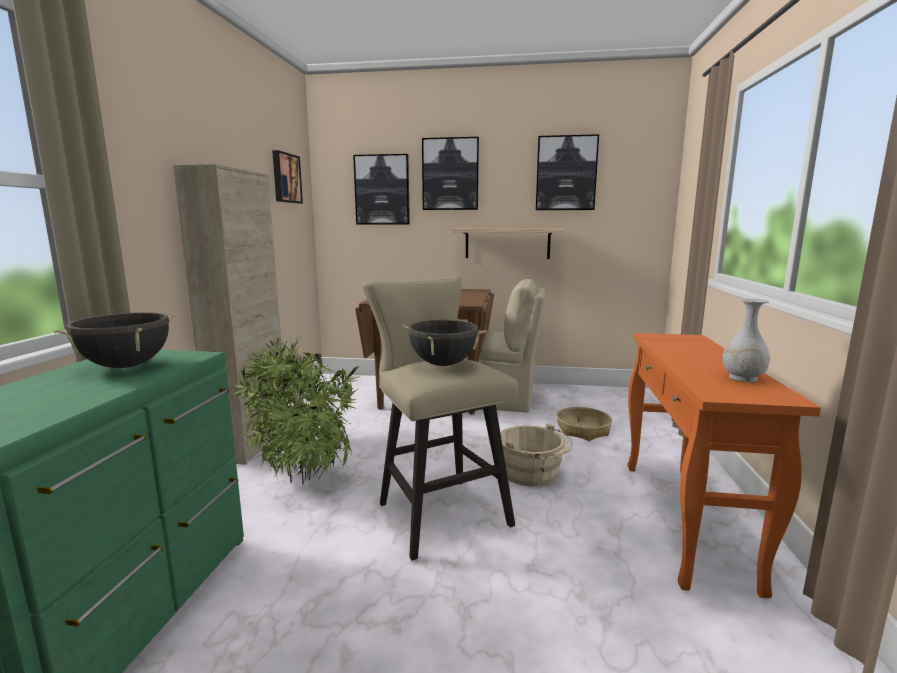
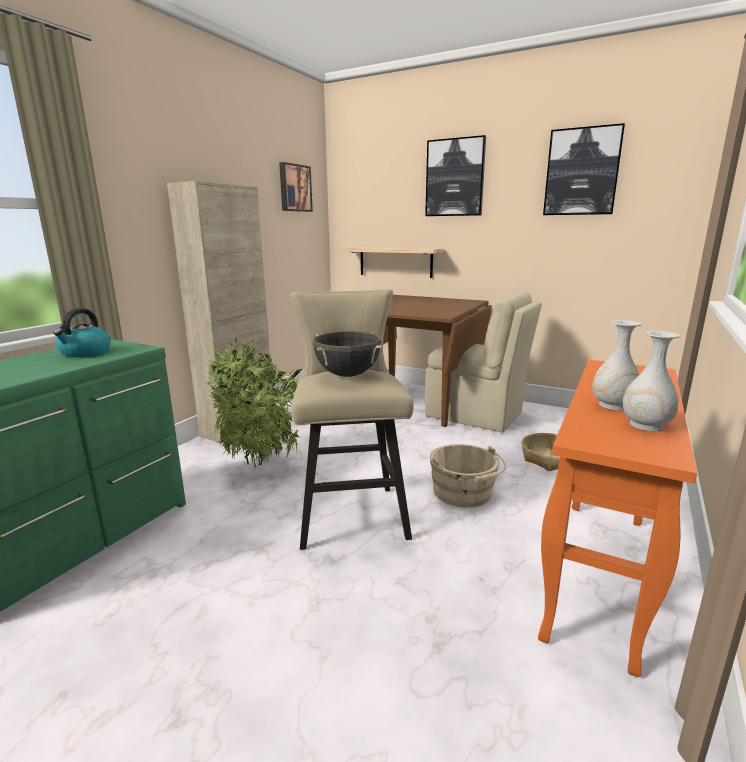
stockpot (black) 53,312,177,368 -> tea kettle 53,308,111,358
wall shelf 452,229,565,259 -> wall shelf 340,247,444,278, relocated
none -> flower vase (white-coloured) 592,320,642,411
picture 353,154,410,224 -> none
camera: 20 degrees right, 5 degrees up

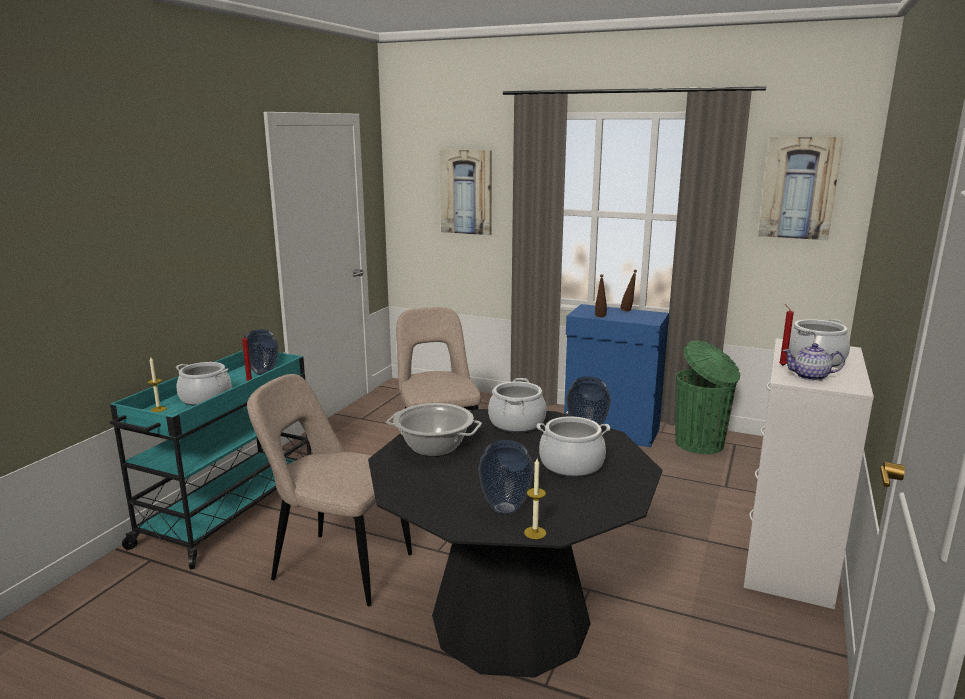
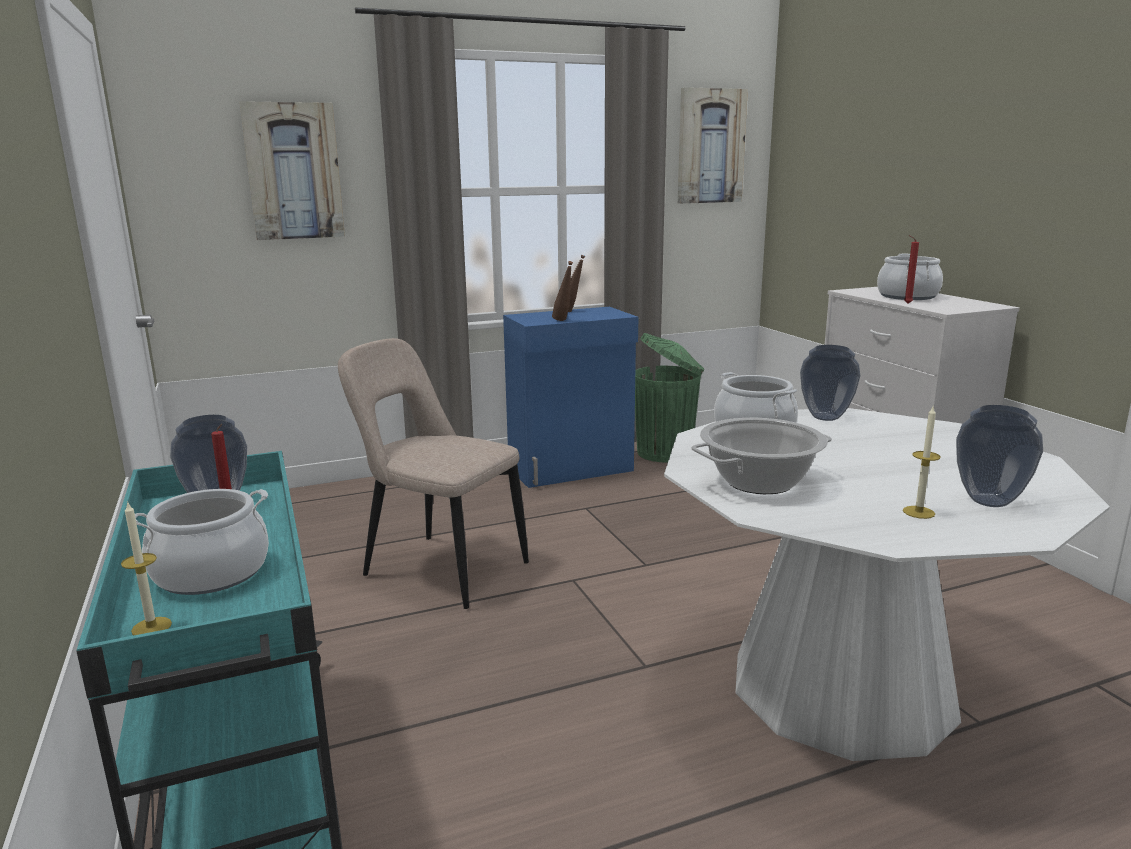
dinner table (black) 368,409,662,678 -> dinner table (white-coloured) 664,408,1110,761
wax light 524,459,546,539 -> wax light 903,407,941,519, relocated
upright chair (sand-coloured) 247,374,412,606 -> none
stockpot 537,416,610,477 -> none
tea pot 782,343,845,381 -> none
camera: 45 degrees left, 0 degrees up

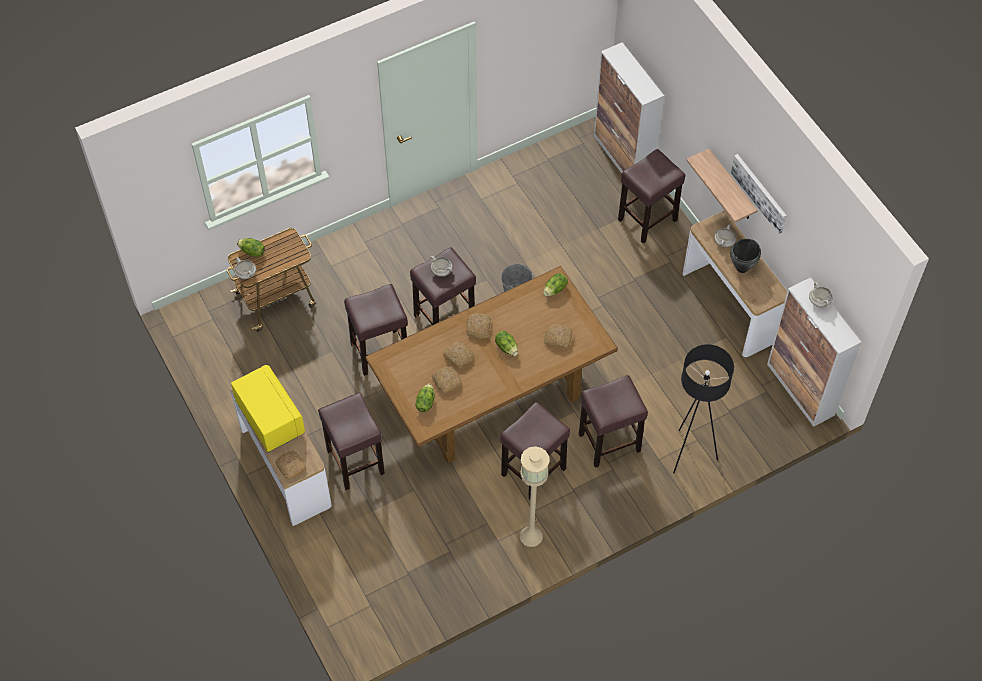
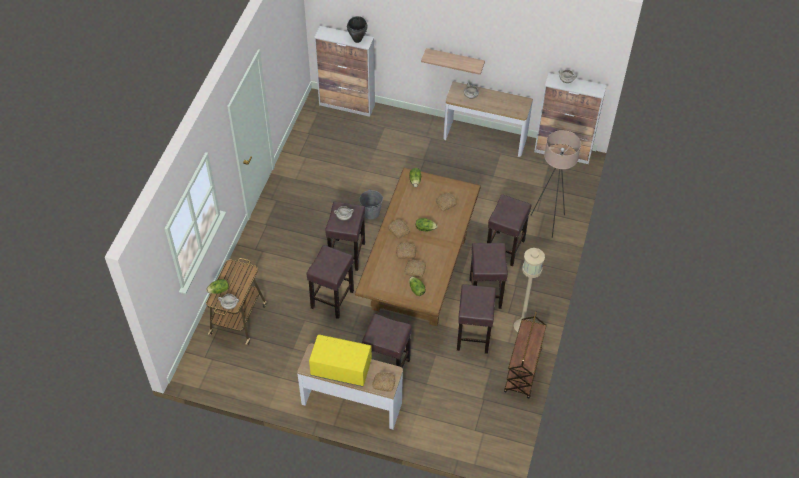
stockpot (black) 730,239,761,273 -> stockpot (black) 347,16,367,43, relocated
sitting stool (brownish) 618,149,685,244 -> sitting stool (brownish) 457,284,496,354, relocated
none -> cart (brownish) 504,311,547,398
floor lamp (black) 673,344,734,473 -> floor lamp (sand-coloured) 530,130,581,238
picture 731,154,787,234 -> none
camera: 45 degrees left, 5 degrees down

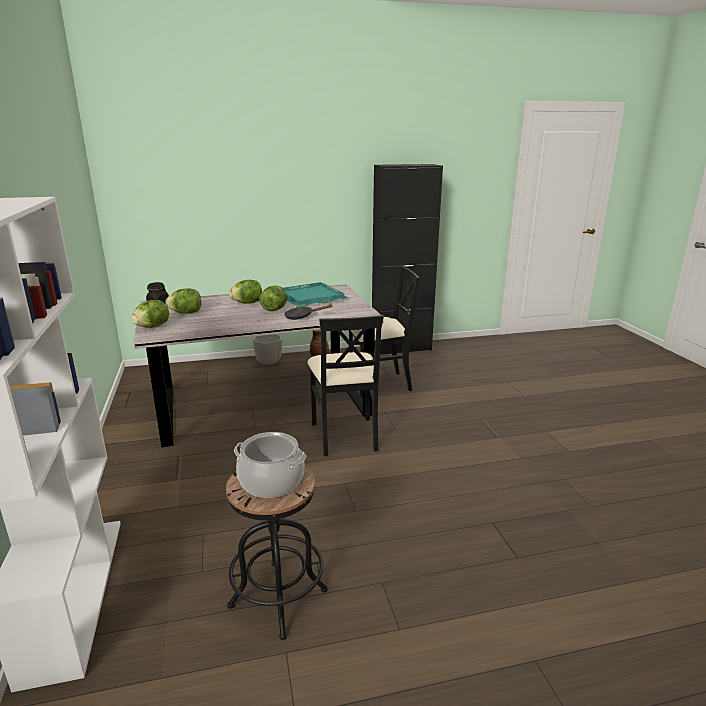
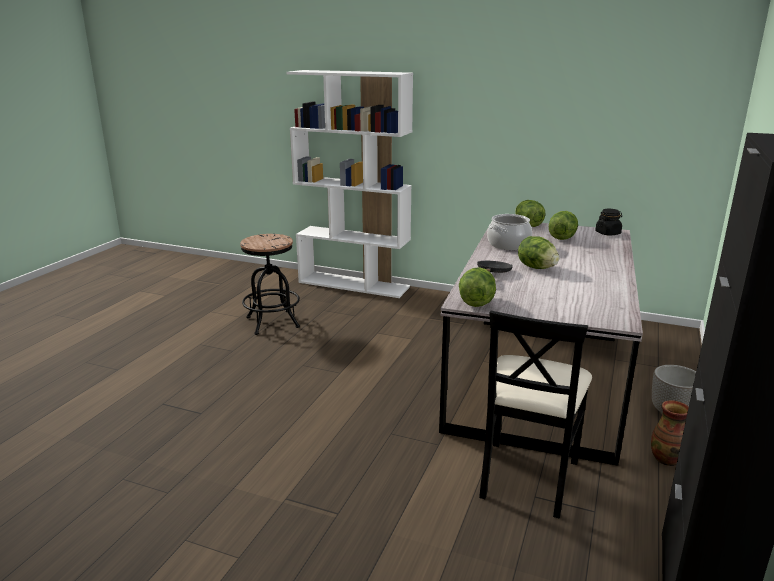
head of lettuce 229,280,262,304 -> head of lettuce 459,267,496,307, relocated
stockpot 234,432,306,498 -> stockpot 487,214,532,250, relocated
serving tray (turquoise) 283,282,349,307 -> none
upright chair (black) 308,315,384,456 -> none
camera: 125 degrees right, 0 degrees up

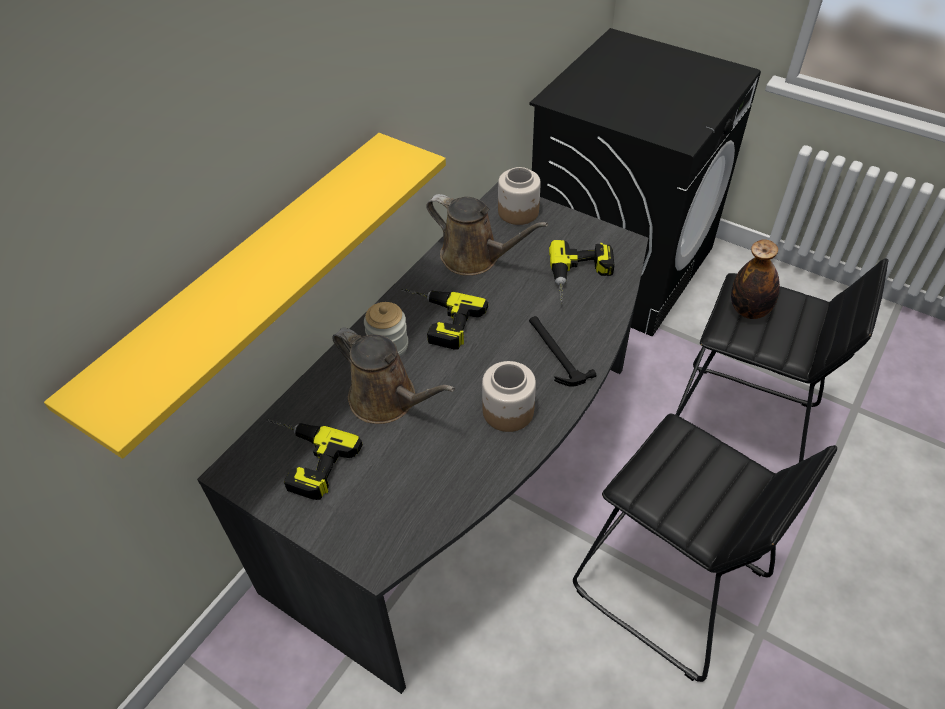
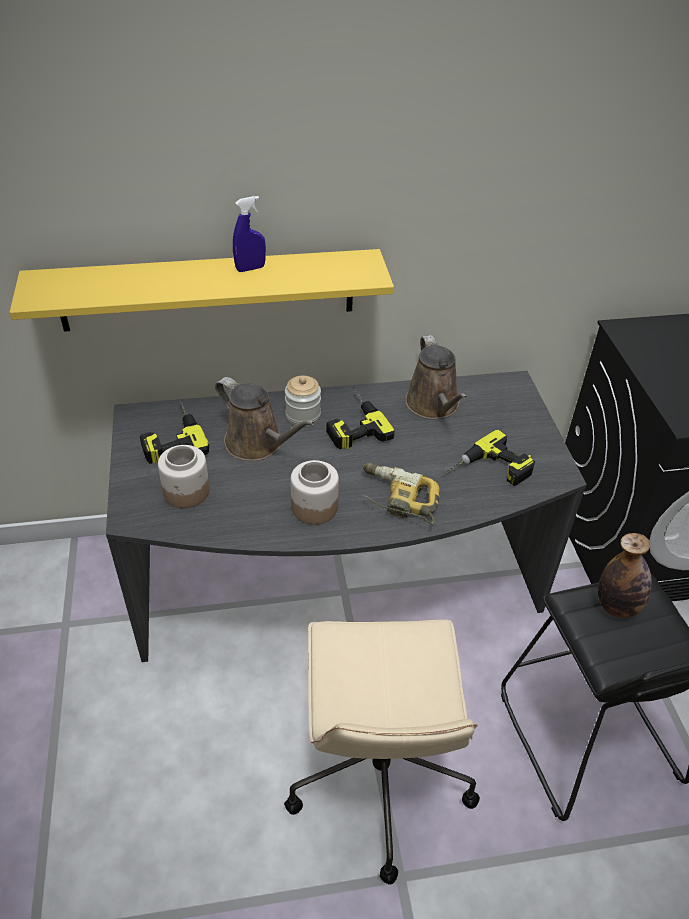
jar 498,167,541,225 -> jar 158,445,210,508, relocated
sprinkling can (brownish) 332,327,455,424 -> sprinkling can (brownish) 215,377,315,461, 45 degrees counterclockwise
none -> spray bottle (blue) 233,196,266,272
sitting stool (black) 573,413,837,682 -> desk chair (sand-coloured) 284,620,480,885
tool hammer 529,316,596,387 -> electric drill 363,463,440,525
camera: 45 degrees right, 5 degrees down

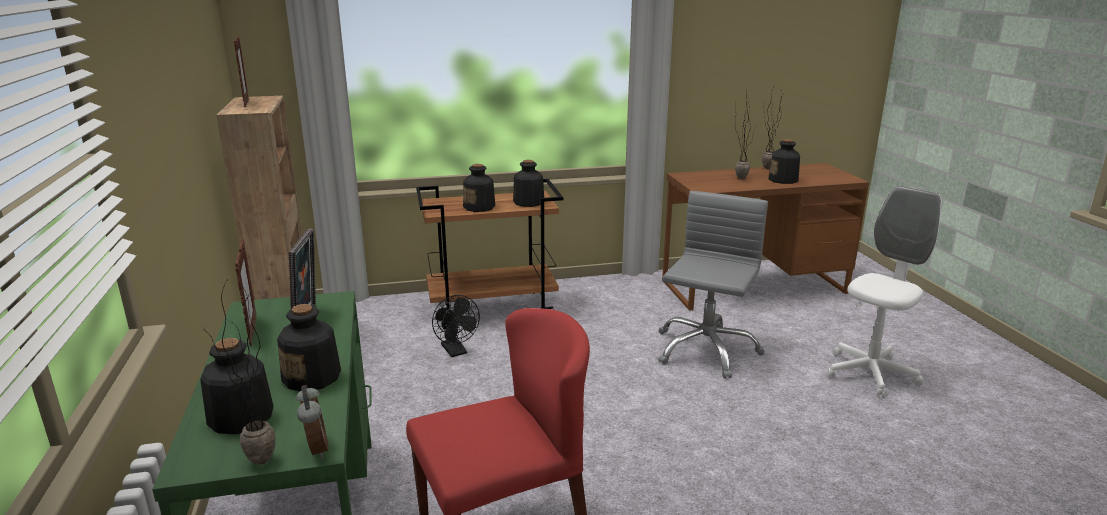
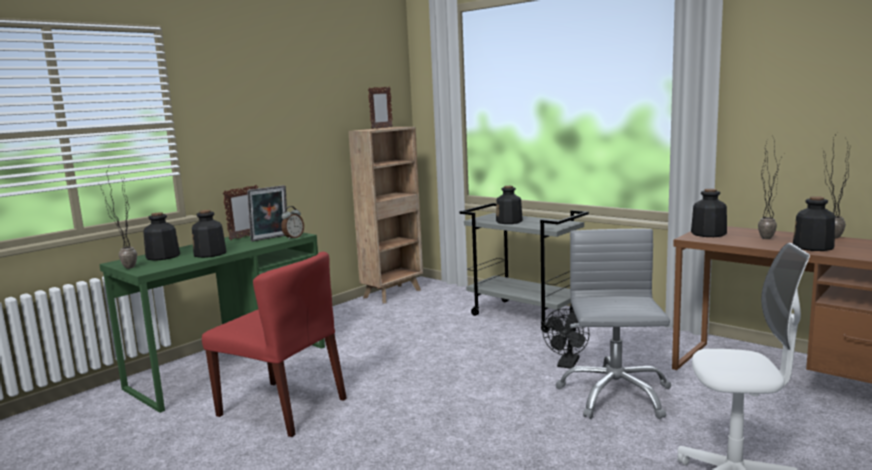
alarm clock 296,385,328,459 -> alarm clock 281,206,304,240, relocated
cart (brownish) 416,179,563,329 -> cart (grey) 459,203,589,333
cooling fan (black) 432,295,480,357 -> cooling fan (black) 542,309,590,369, relocated
desk chair (grey) 659,191,768,379 -> desk chair (grey) 556,229,671,419, 75 degrees counterclockwise
bottle 513,160,544,207 -> bottle 691,189,727,237, relocated
camera: 55 degrees right, 10 degrees down

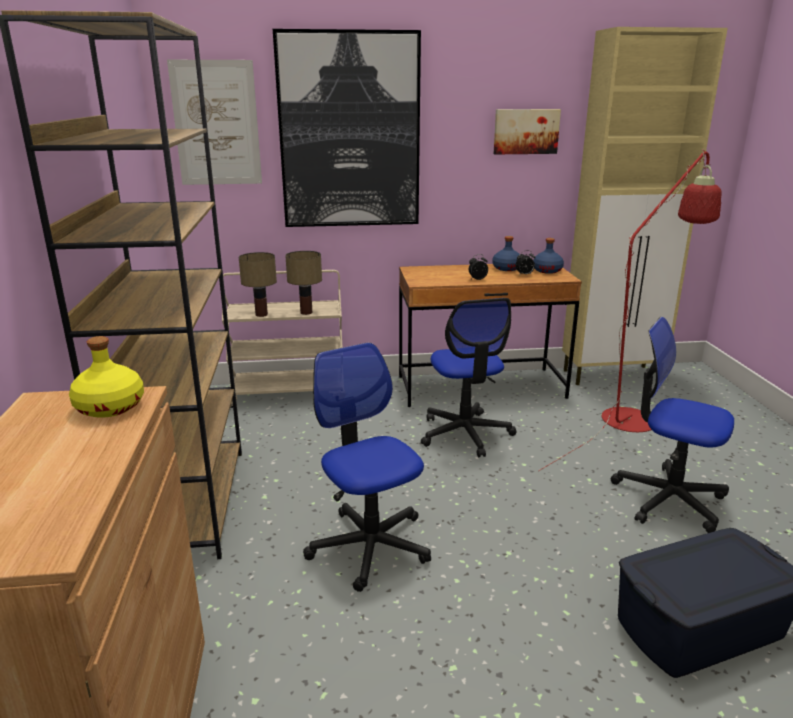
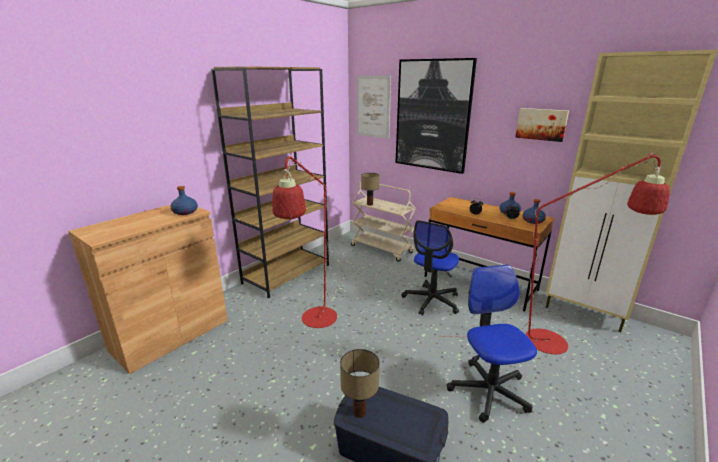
bottle (yellow) 69,336,144,418 -> bottle (blue) 170,186,198,215
desk chair 303,342,431,592 -> floor lamp (reddish) 272,155,348,328
tabletop lamp 285,251,322,315 -> tabletop lamp 340,349,380,418, relocated
camera: 45 degrees right, 0 degrees up

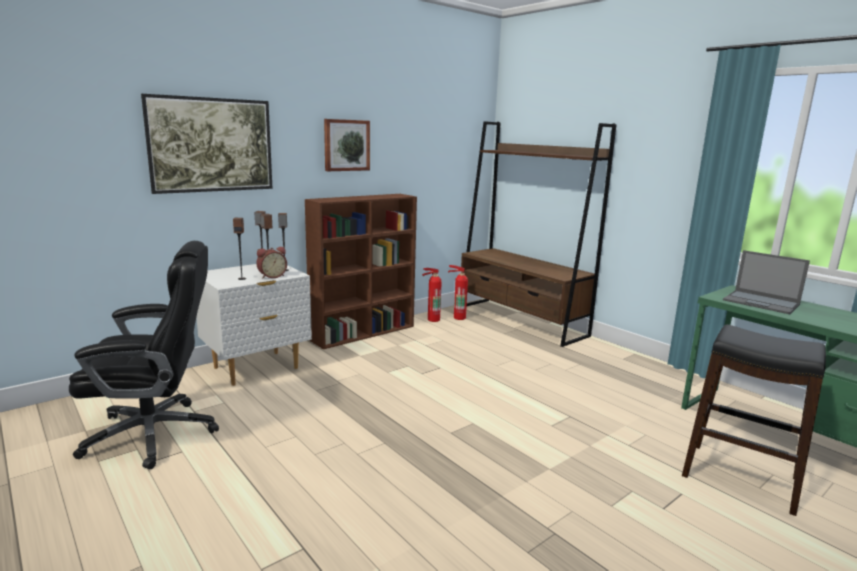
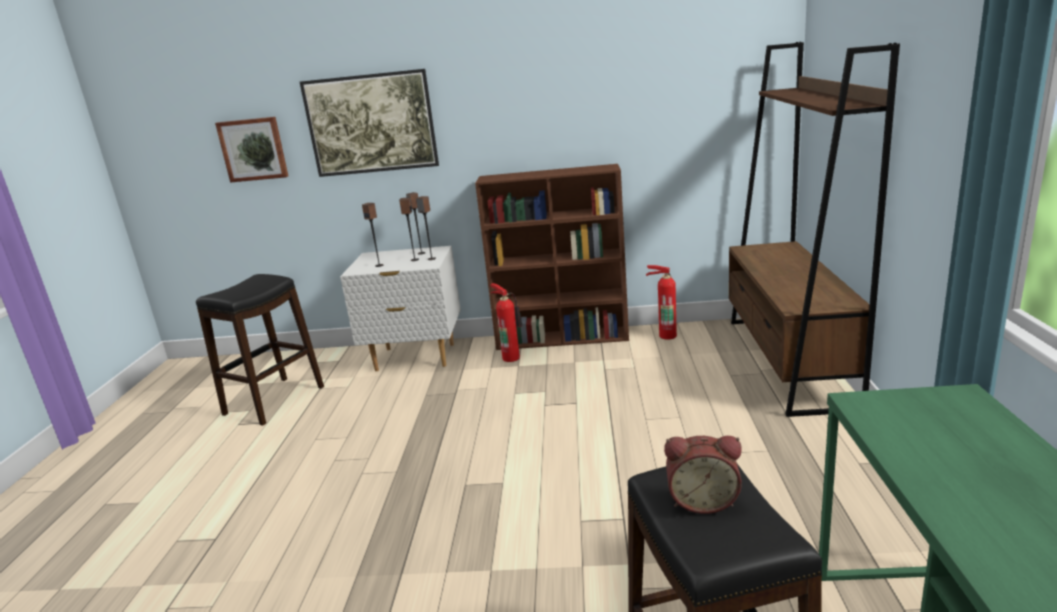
desk chair (black) 69,241,219,469 -> sitting stool (black) 196,274,324,426
picture 324,119,370,171 -> picture 215,117,288,183, relocated
fire-fighting cylinder 448,265,468,320 -> fire-fighting cylinder 490,283,523,362, relocated
alarm clock 256,247,287,279 -> alarm clock 664,436,742,514, relocated
laptop 723,250,810,314 -> none
camera: 45 degrees right, 5 degrees up

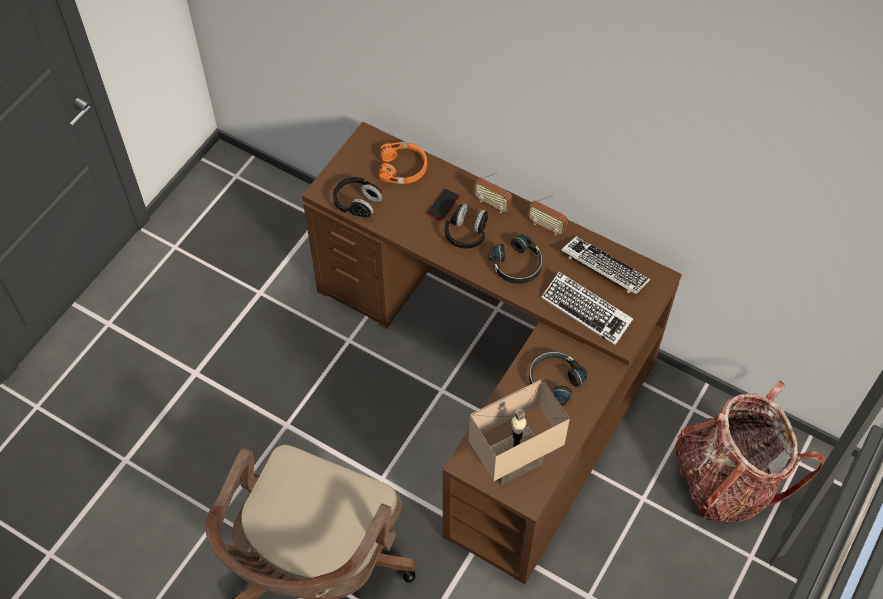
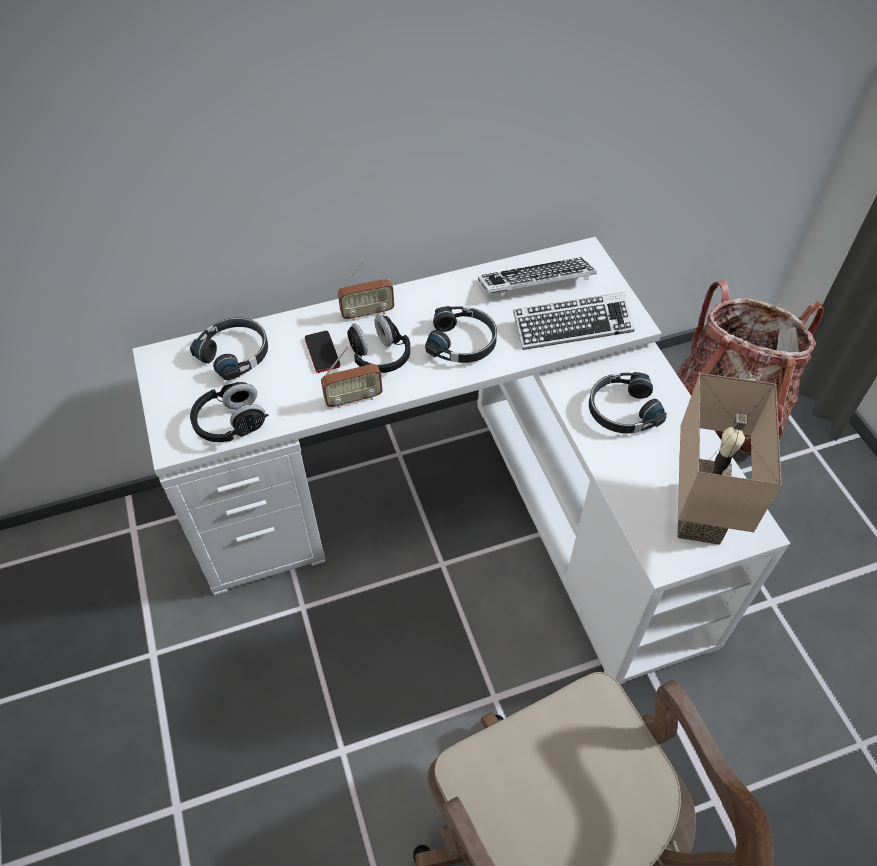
desk (brownish) 302,122,682,584 -> desk (white-coloured) 132,237,790,684
headphones (orange-coloured) 379,142,427,184 -> headphones (black) 190,317,268,380
radio receiver 528,195,568,235 -> radio receiver 321,347,383,408, relocated
camera: 50 degrees left, 5 degrees down

